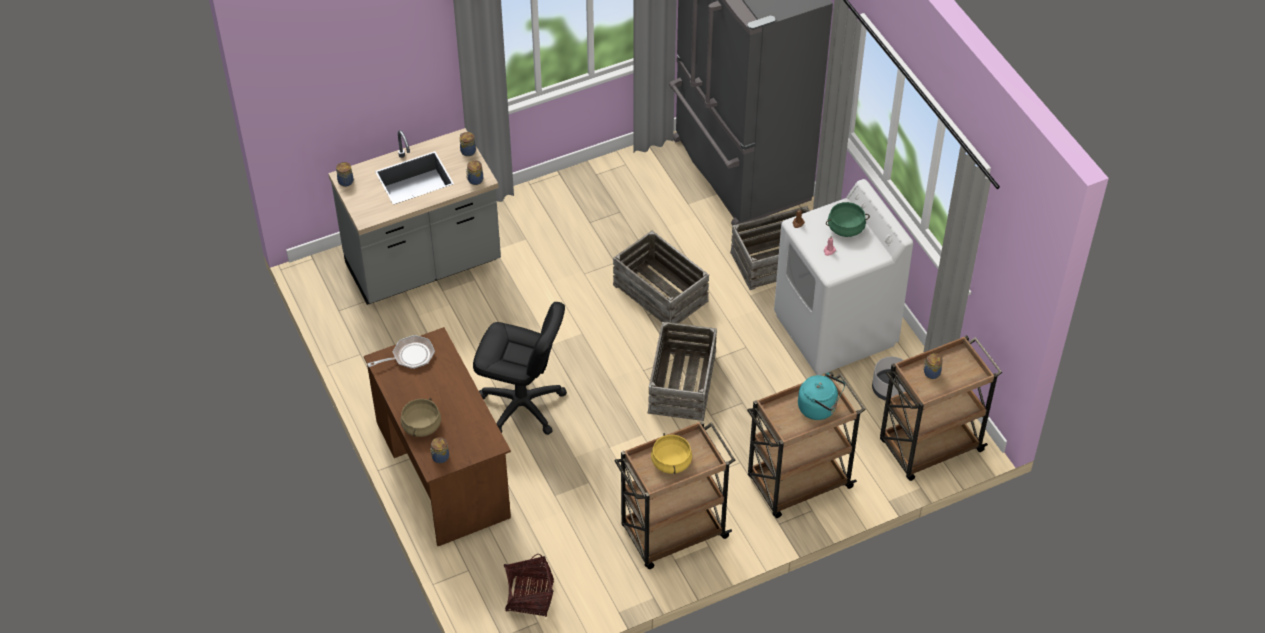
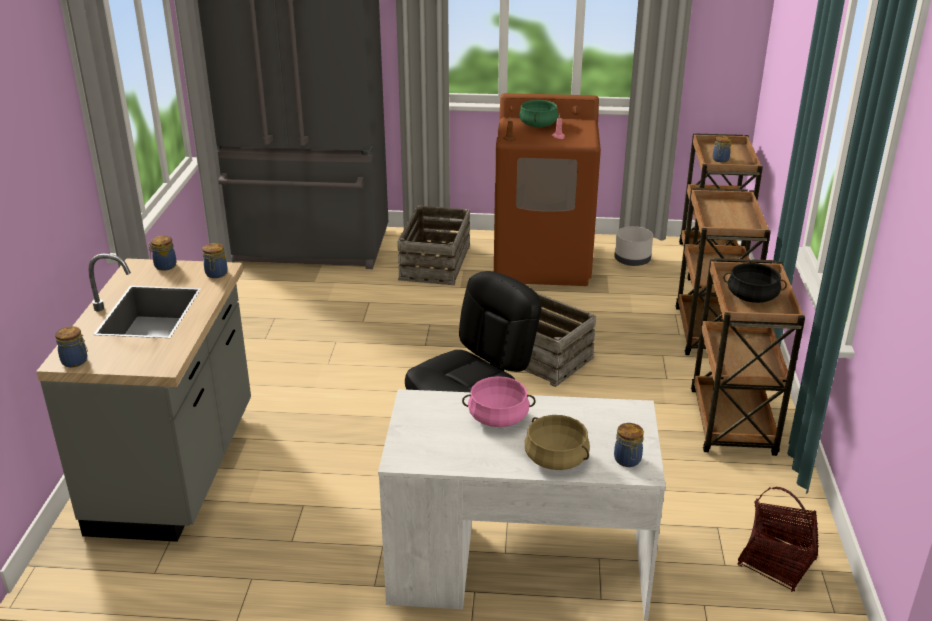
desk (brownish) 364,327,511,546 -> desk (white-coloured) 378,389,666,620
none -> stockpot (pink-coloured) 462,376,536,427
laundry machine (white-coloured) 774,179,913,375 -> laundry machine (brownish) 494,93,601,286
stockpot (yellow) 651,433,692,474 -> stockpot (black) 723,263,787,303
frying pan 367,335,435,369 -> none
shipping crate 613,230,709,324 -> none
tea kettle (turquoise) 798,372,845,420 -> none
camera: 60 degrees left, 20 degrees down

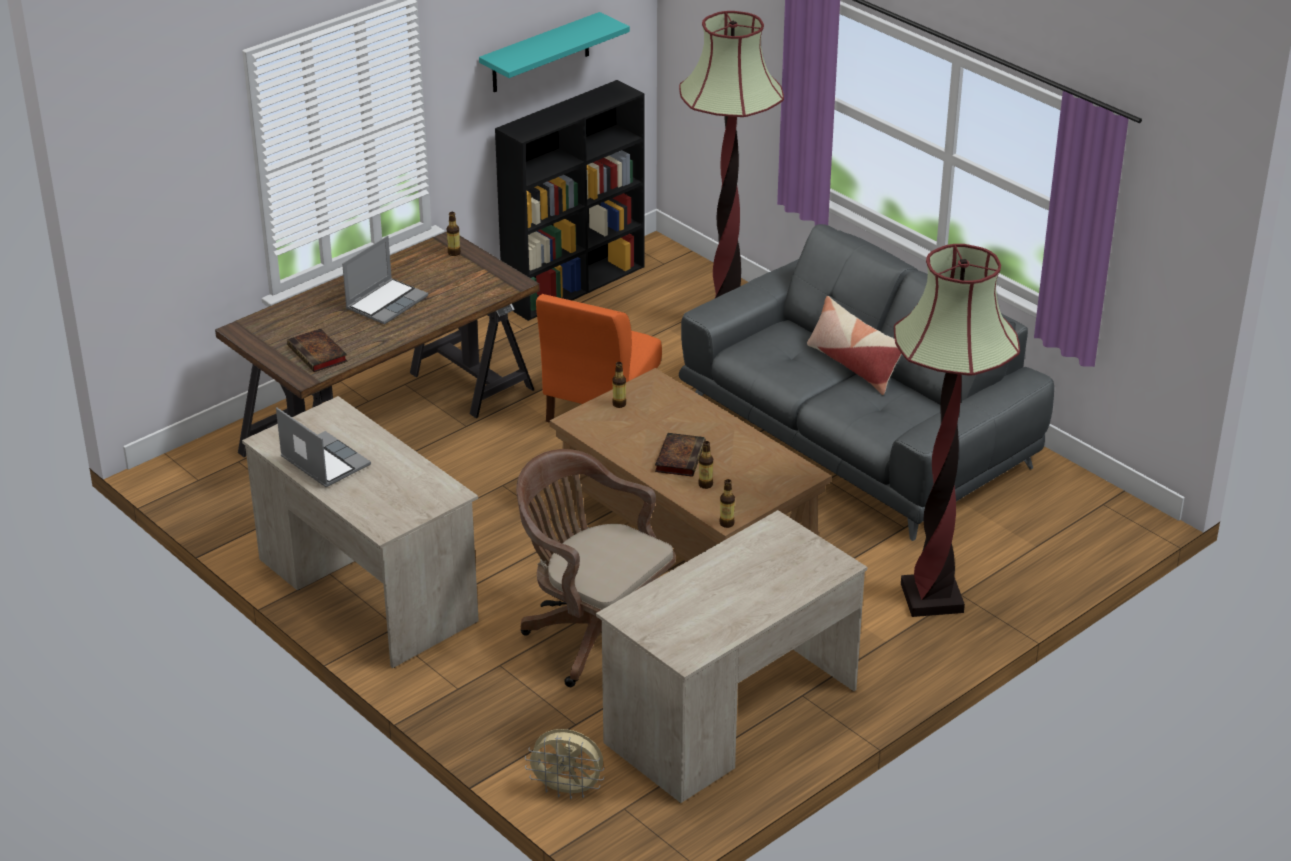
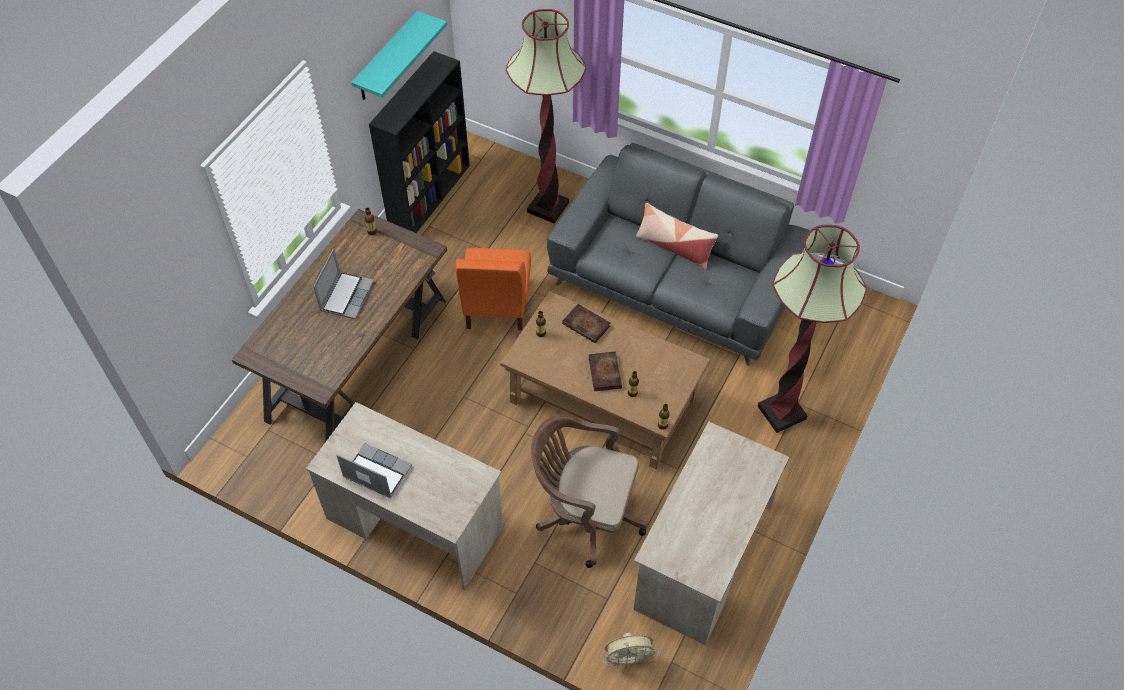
book 287,329,348,372 -> book 562,304,610,343, relocated
camera: 20 degrees left, 20 degrees up

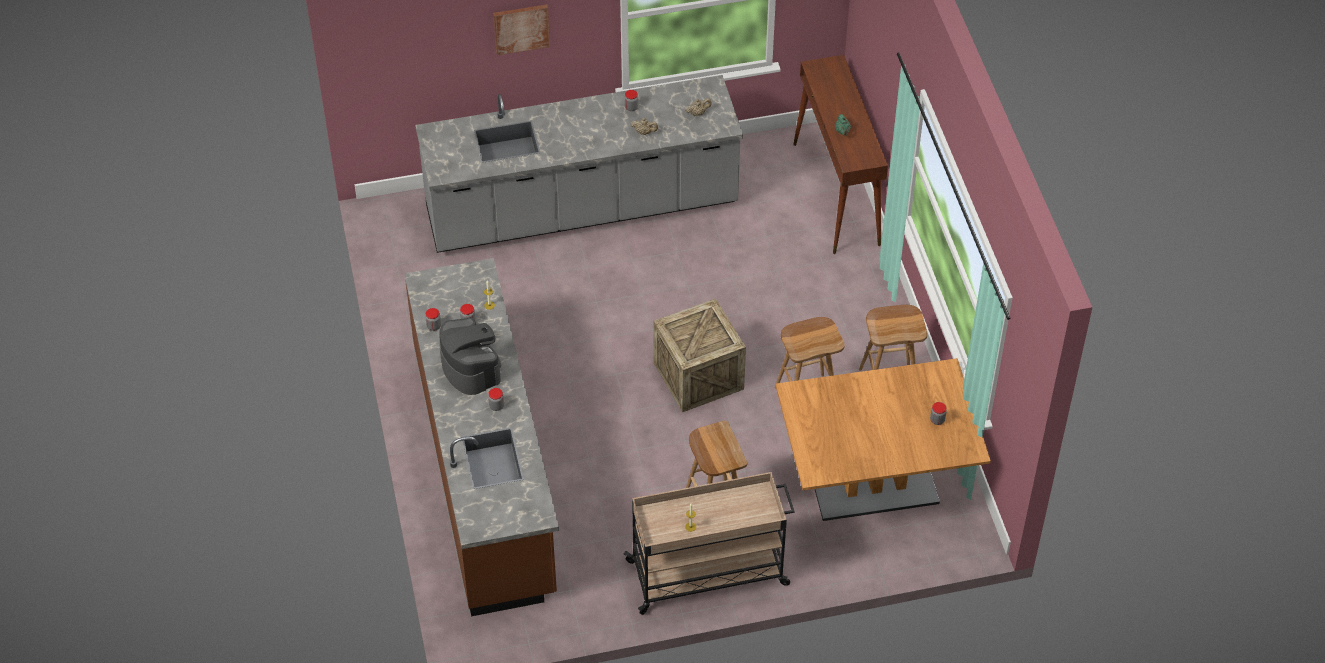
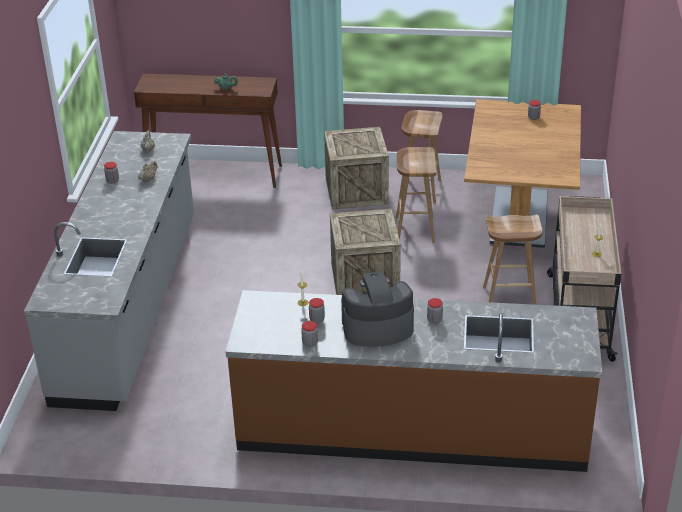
none -> shipping crate 324,127,389,209
picture 493,5,550,55 -> none
camera: 70 degrees left, 15 degrees down

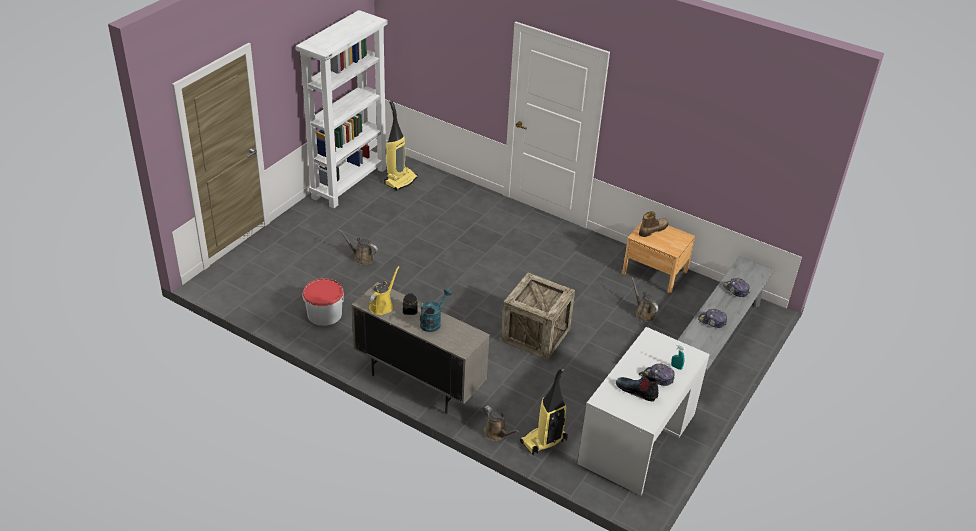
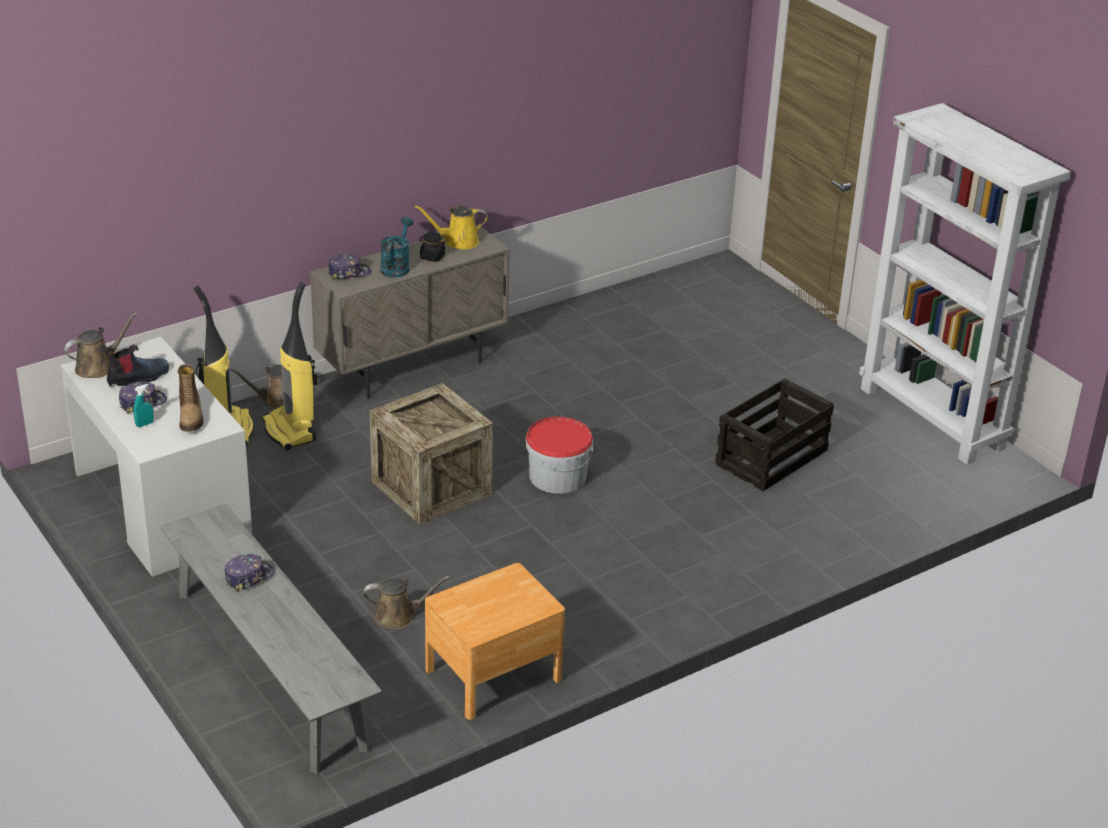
sprinkling can (brownish) 339,230,378,265 -> sprinkling can (brownish) 64,312,138,378, relocated
high-top boot 639,211,668,237 -> high-top boot 178,364,203,432, relocated
hoover 384,101,418,191 -> hoover 262,282,317,450, relocated
cap 723,278,750,297 -> cap 328,253,371,280, relocated
sprinkling can (turquoise) 420,289,452,332 -> sprinkling can (turquoise) 380,217,413,278, 135 degrees counterclockwise
sprinkling can (yellow) 369,266,400,315 -> sprinkling can (yellow) 415,205,487,250, 120 degrees clockwise
bucket 303,278,344,326 -> bucket 526,417,593,494, relocated
none -> shipping crate 715,378,834,491
camera: 115 degrees right, 5 degrees down

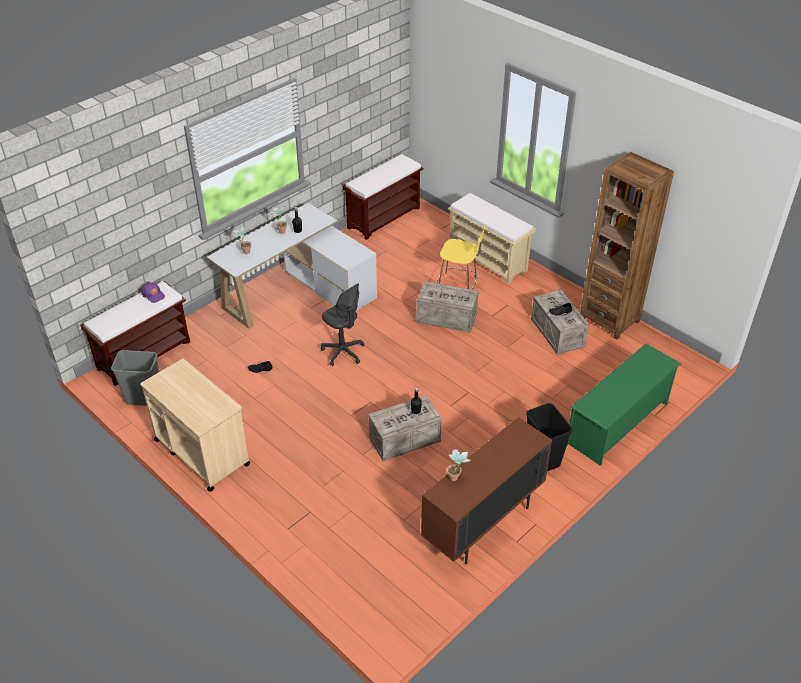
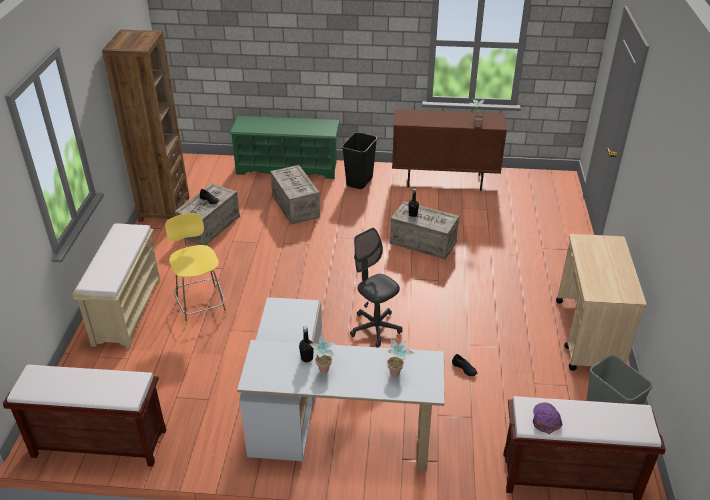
shipping crate 416,281,479,333 -> shipping crate 270,165,320,225, relocated
desk chair (grey) 321,283,364,366 -> desk chair (grey) 350,228,402,347, 45 degrees counterclockwise
camera: 130 degrees left, 5 degrees down

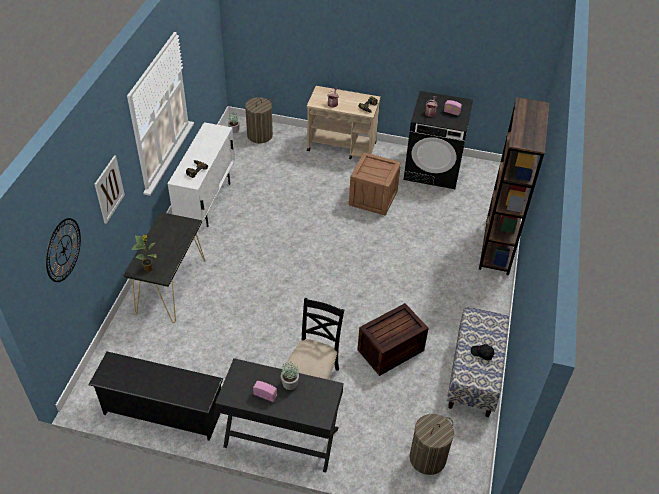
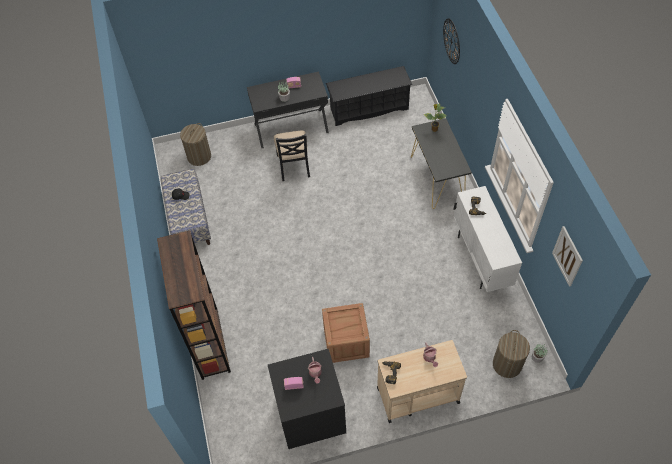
picture 95,155,125,224 -> picture 552,226,583,287, relocated
shipping crate 357,303,429,376 -> none
camera: 155 degrees right, 10 degrees up

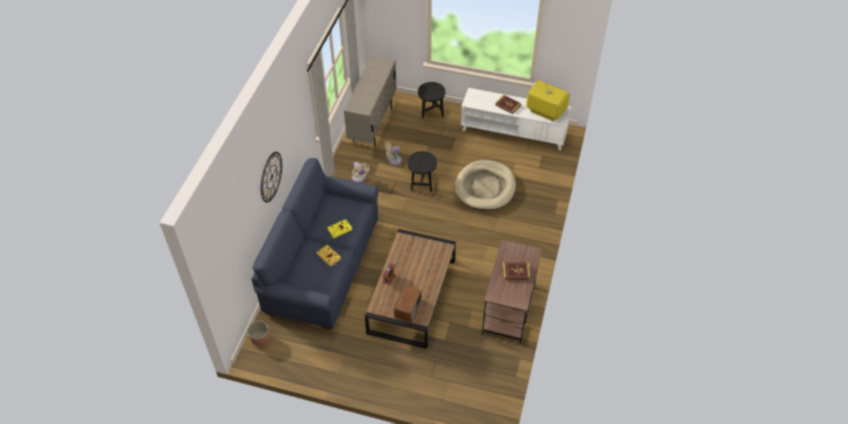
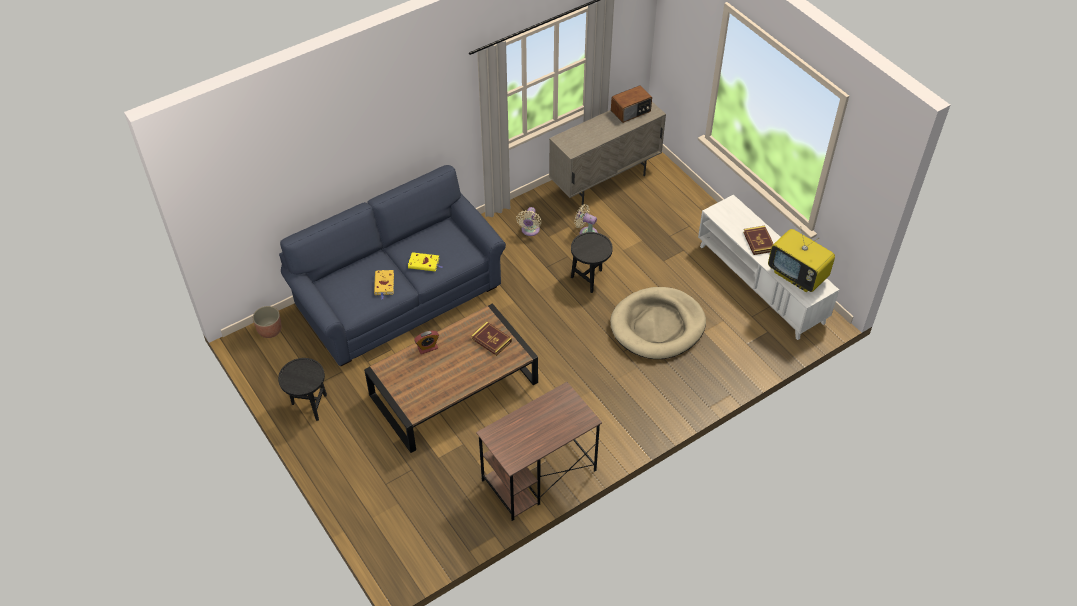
end table (black) 418,82,445,119 -> end table (black) 278,358,327,421, relocated
book 503,262,530,280 -> book 471,322,512,356, relocated
radio receiver 394,285,422,322 -> radio receiver 611,85,652,123, relocated
TV 526,77,570,121 -> TV 768,226,835,292, 150 degrees clockwise
hanging clock 261,152,282,203 -> none
camera: 40 degrees right, 0 degrees up

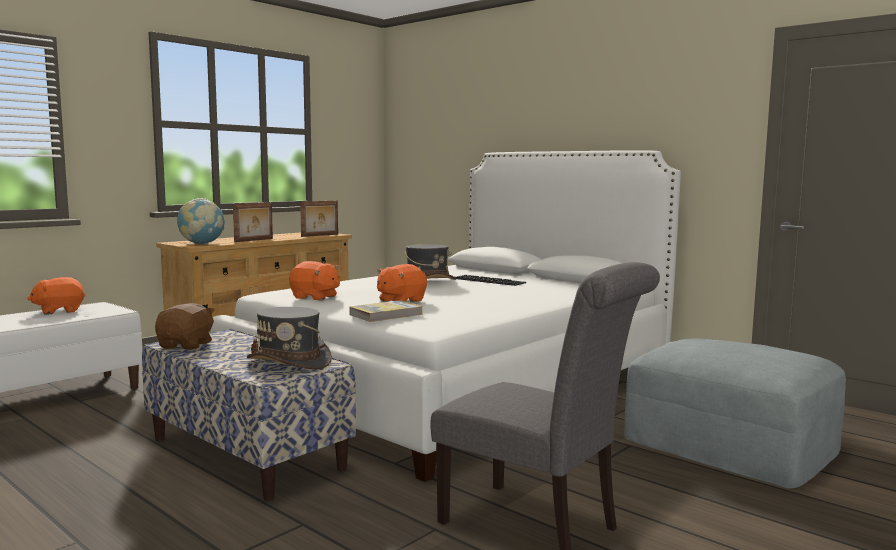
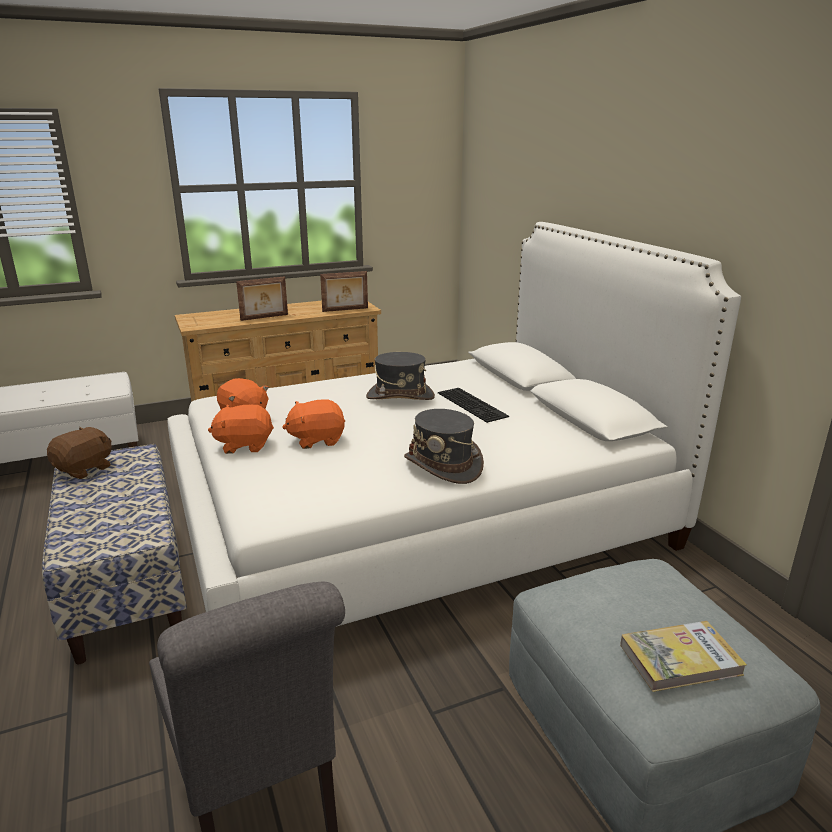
cuddly toy (orange-coloured) 27,277,86,315 -> cuddly toy (orange-coloured) 208,405,274,454, relocated
clothing hat (grey) 247,307,332,369 -> clothing hat (grey) 404,409,484,484, relocated
book 349,300,423,322 -> book 620,621,747,692, relocated
globe 177,198,225,244 -> none
camera: 25 degrees right, 15 degrees up

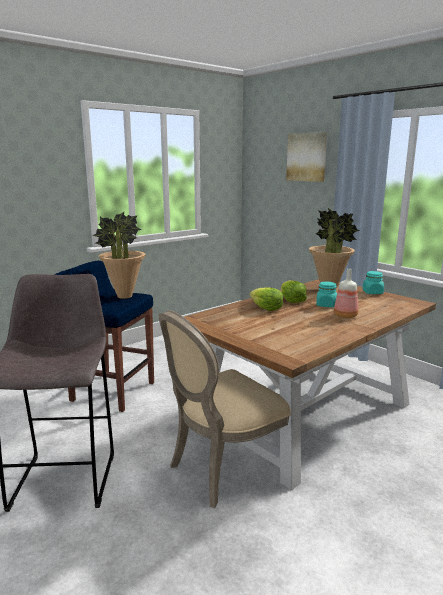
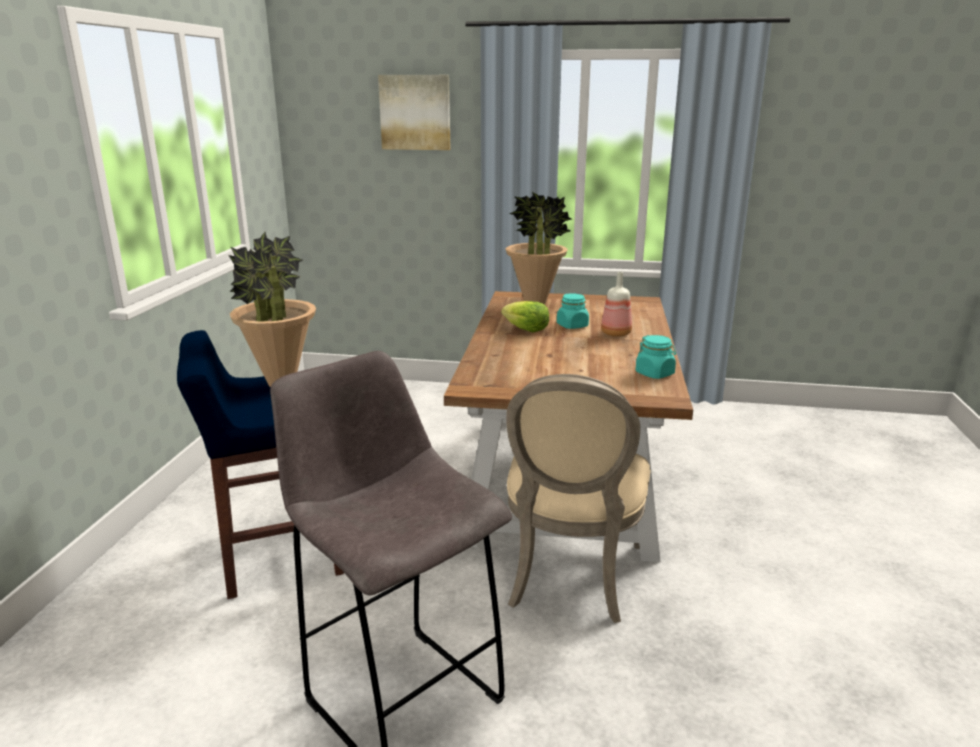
jar (turquoise) 362,271,384,294 -> jar (turquoise) 636,335,676,379, relocated
head of lettuce 250,287,283,311 -> none
camera: 40 degrees left, 5 degrees up

